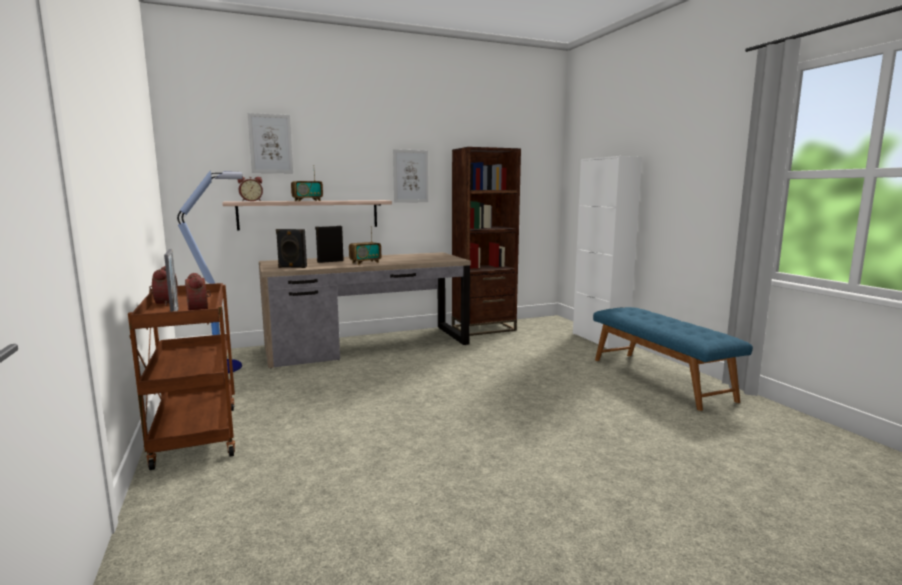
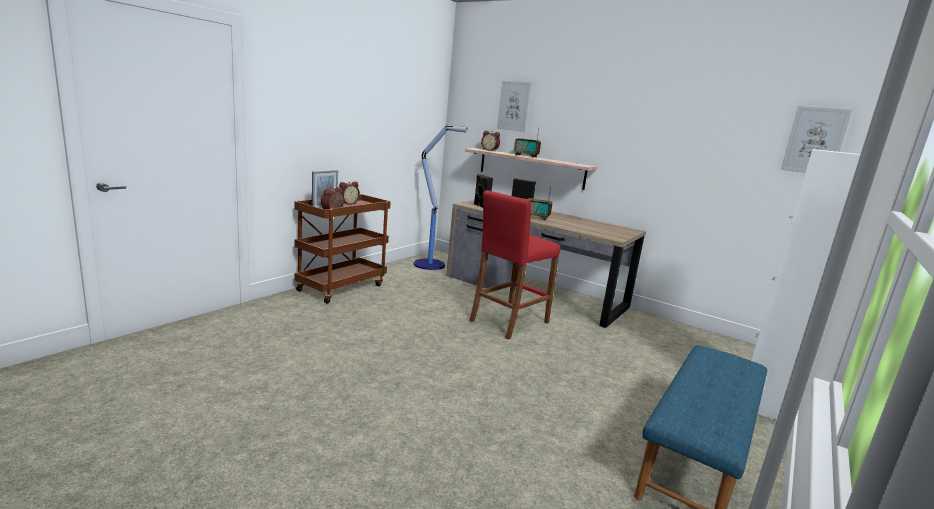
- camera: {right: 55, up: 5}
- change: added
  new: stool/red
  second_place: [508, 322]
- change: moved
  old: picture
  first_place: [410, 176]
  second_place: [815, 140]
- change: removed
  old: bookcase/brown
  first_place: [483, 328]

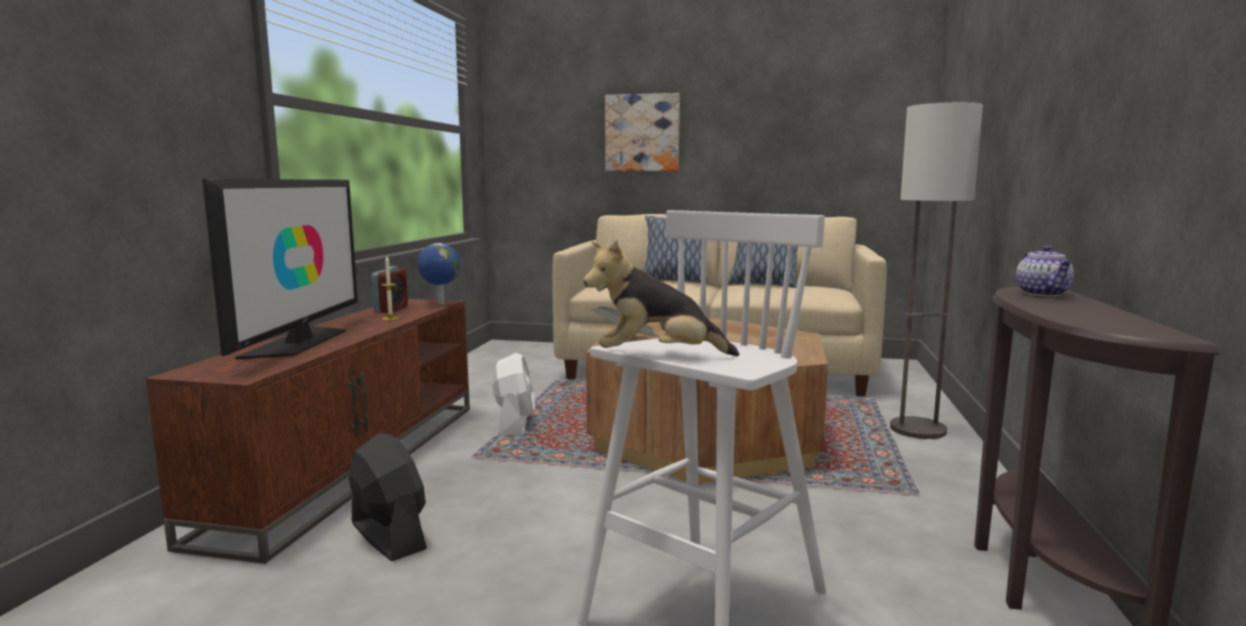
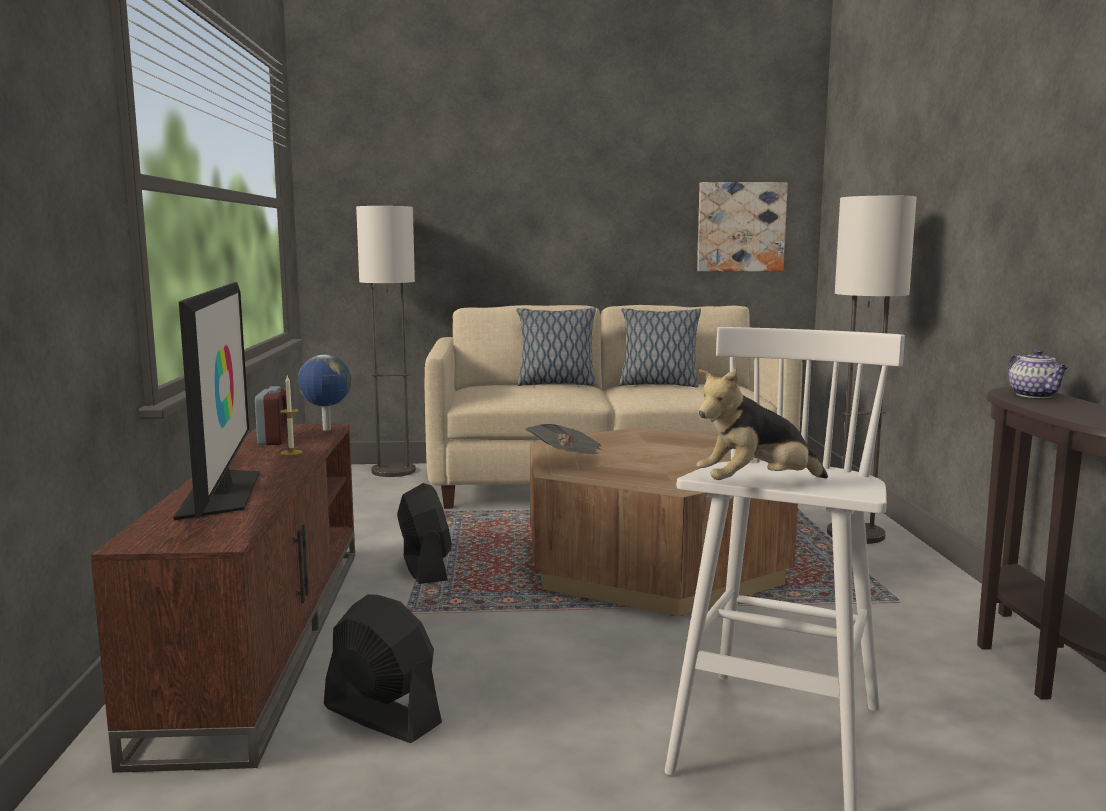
- camera: {right: -15, up: 0}
- change: added
  new: floor lamp
  second_place: [394, 471]
- change: recoloured
  old: fan/white
  new: fan/black
  first_place: [514, 424]
  second_place: [425, 568]
- change: moved
  old: picture
  first_place: [642, 133]
  second_place: [741, 227]

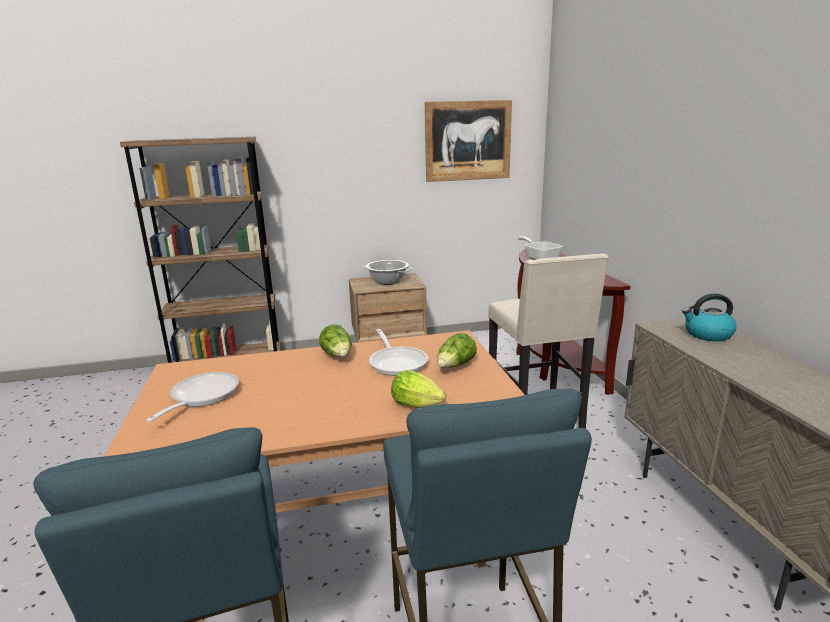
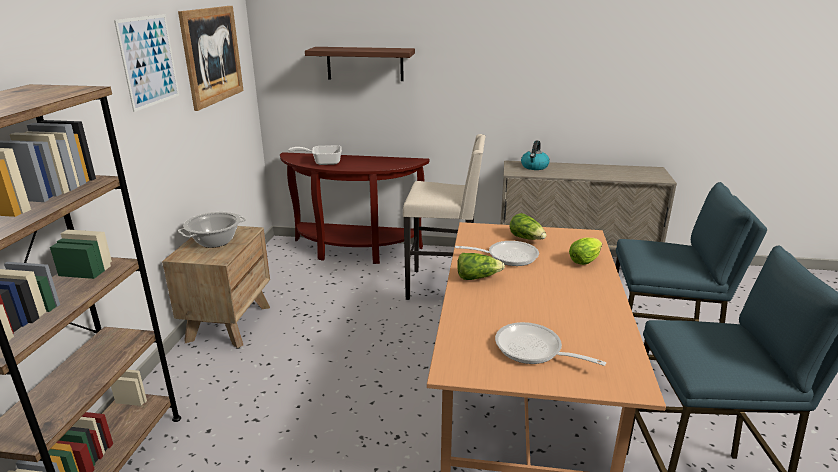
- camera: {right: -70, up: 5}
- change: added
  new: picture
  second_place: [149, 61]
- change: added
  new: shelf
  second_place: [365, 64]

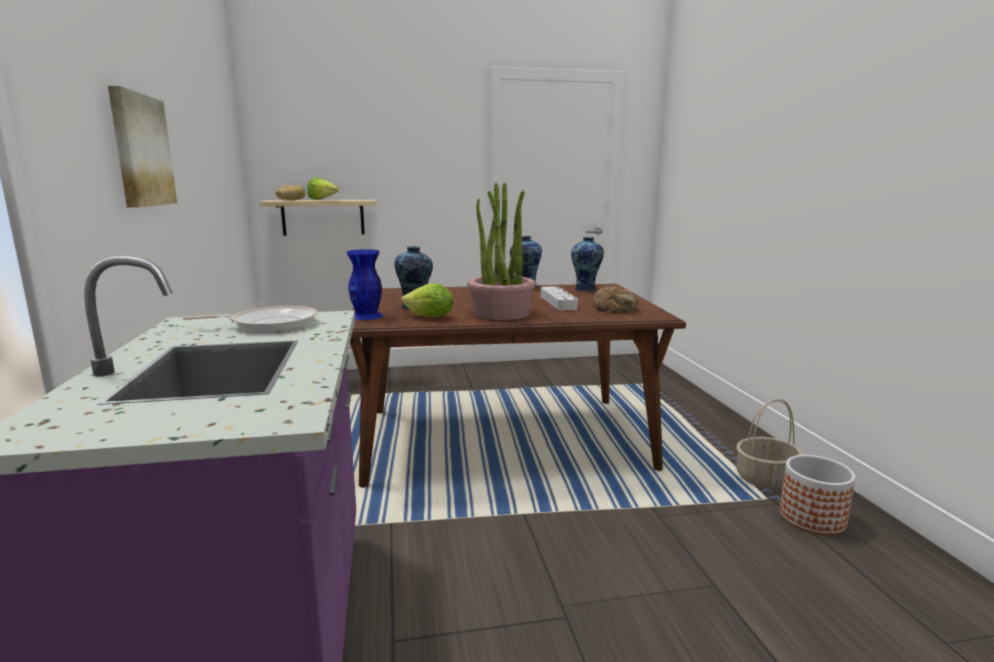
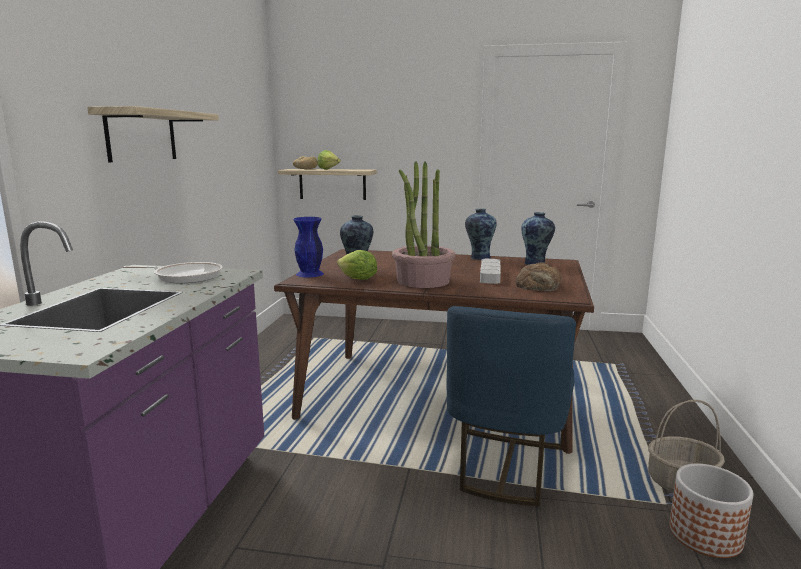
- camera: {right: 20, up: 0}
- change: replaced
  old: picture
  new: shelf
  first_place: [140, 150]
  second_place: [141, 136]
- change: added
  new: chair/blue
  second_place: [506, 467]

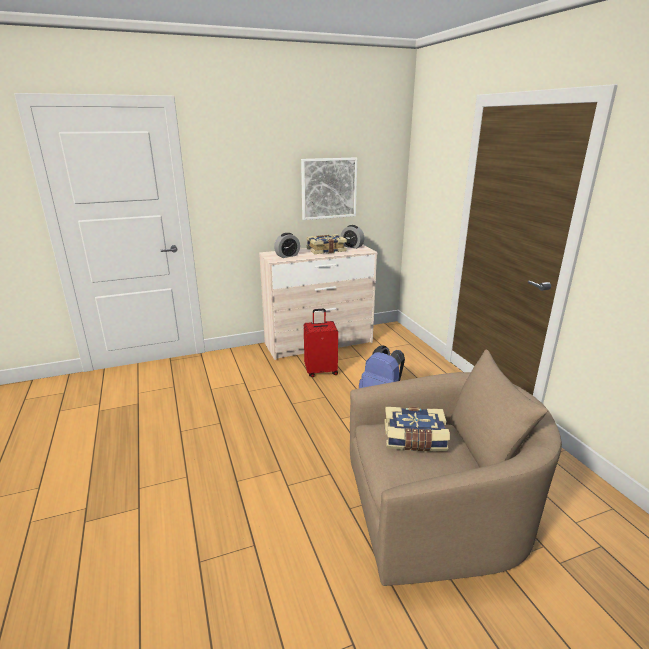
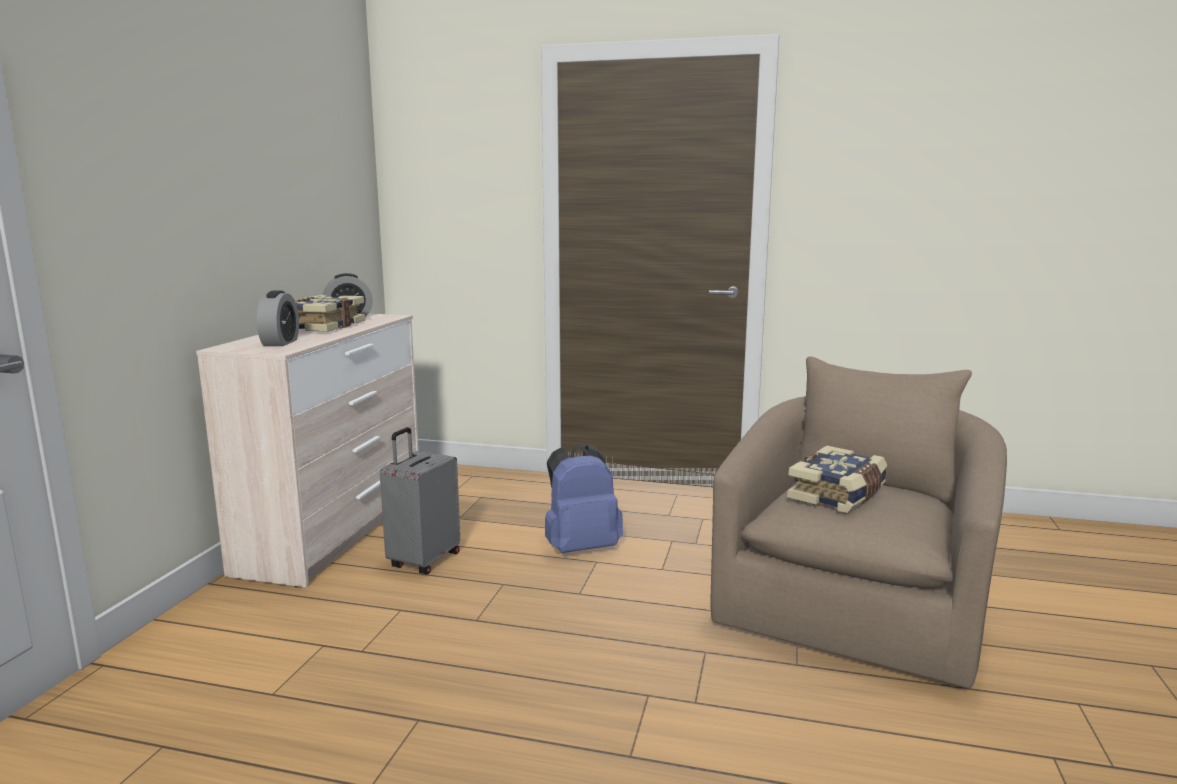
- camera: {right: -55, up: -10}
- change: recoloured
  old: suitcase/red
  new: suitcase/grey
  first_place: [321, 371]
  second_place: [423, 560]
- change: removed
  old: picture
  first_place: [328, 188]

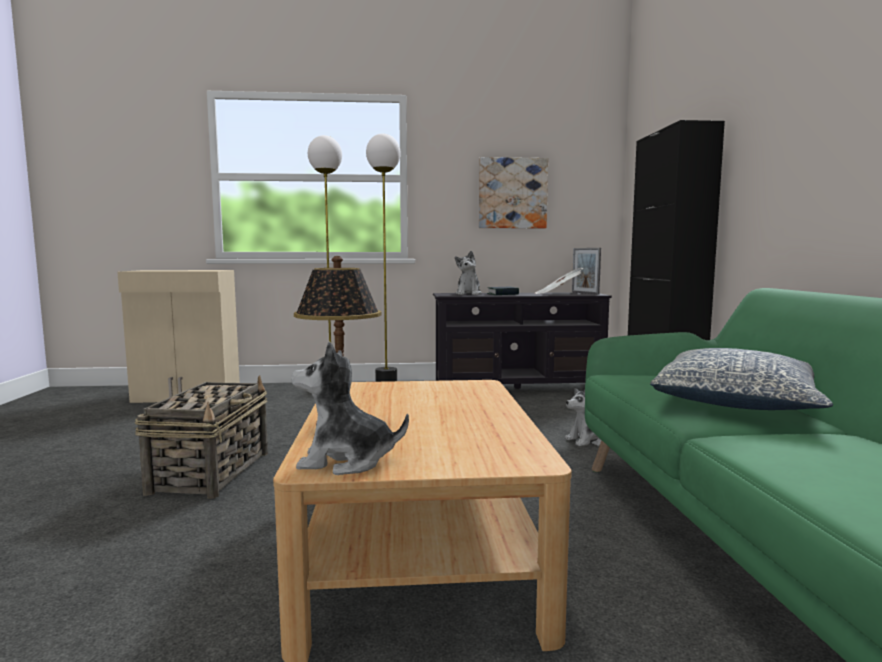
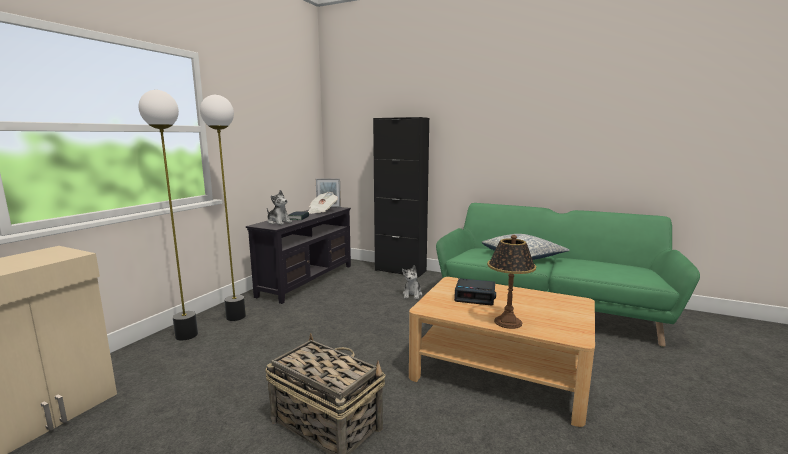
- camera: {right: -60, up: 5}
- change: added
  new: alarm clock
  second_place: [475, 296]
- change: removed
  old: plush toy
  first_place: [346, 461]
- change: removed
  old: picture
  first_place: [512, 193]

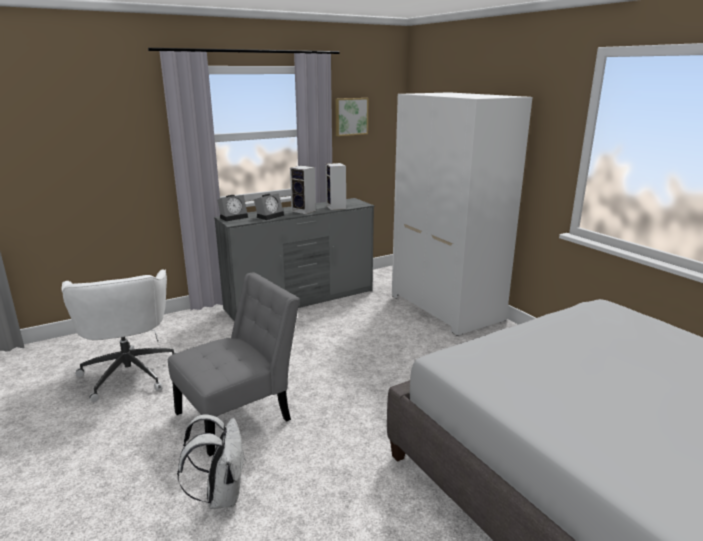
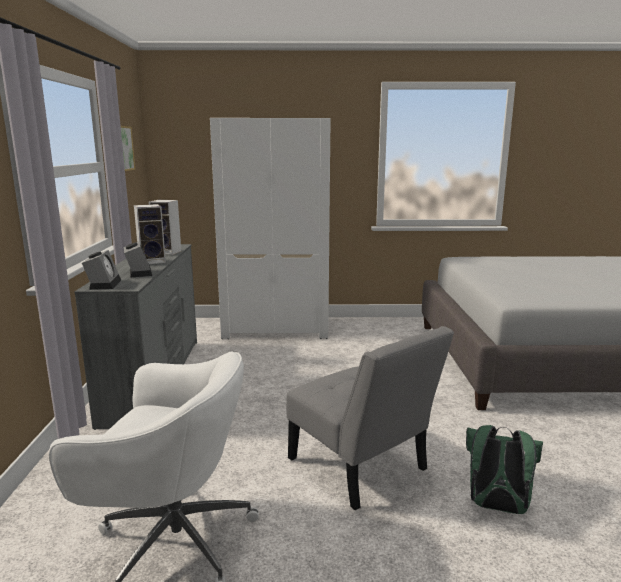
- camera: {right: -60, up: -5}
- change: turned
  old: chair/grey
  first_place: [239, 414]
  second_place: [361, 468]
  degrees: 150
- change: recoloured
  old: backpack/white
  new: backpack/green
  first_place: [221, 495]
  second_place: [496, 507]

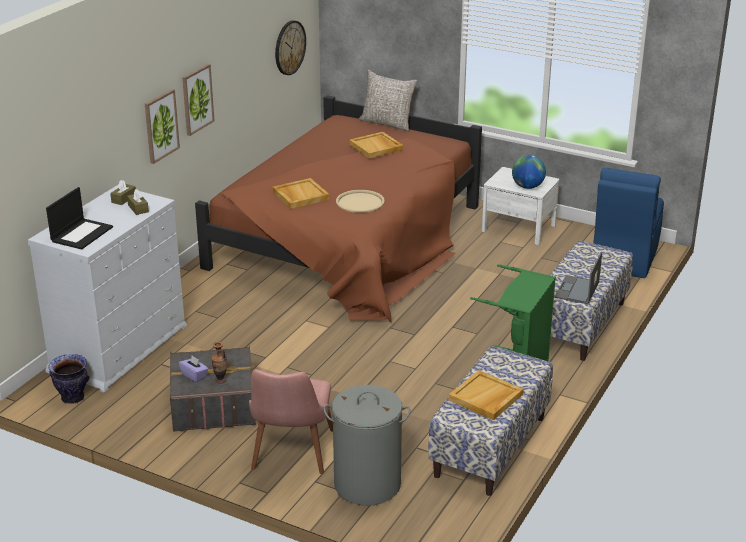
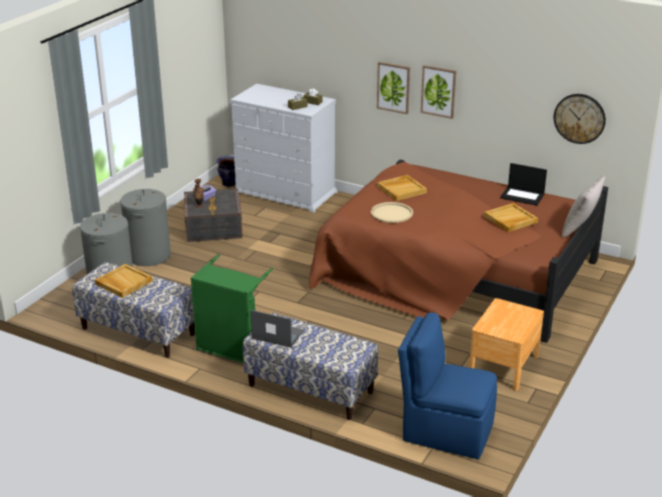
- camera: {right: 90, up: 0}
- change: replaced
  old: chair/pink
  new: laundry basket/grey
  first_place: [291, 457]
  second_place: [148, 255]
- change: recoloured
  old: nightstand/white
  new: nightstand/brown
  first_place: [518, 228]
  second_place: [503, 366]
- change: moved
  old: laptop
  first_place: [82, 234]
  second_place: [523, 196]
- change: removed
  old: globe
  first_place: [527, 187]

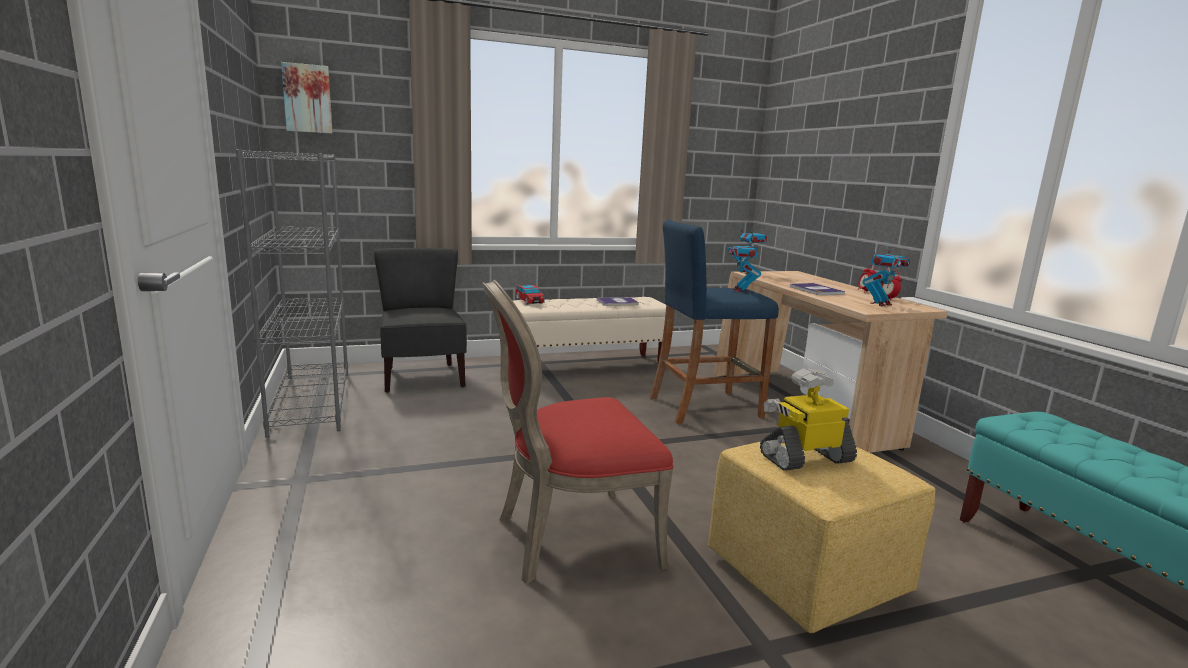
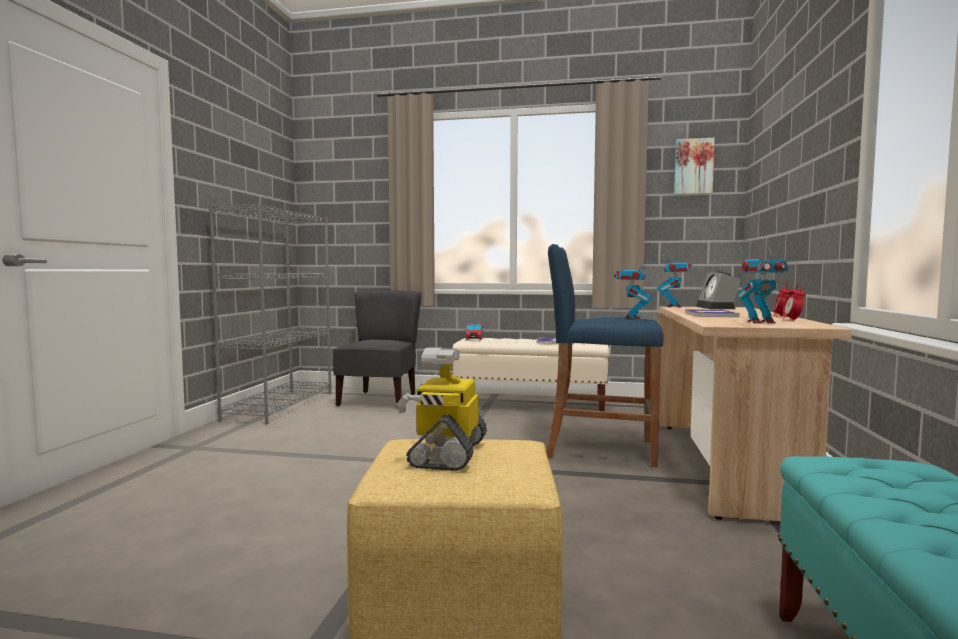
- camera: {right: 30, up: -10}
- change: turned
  old: toy robot
  first_place: [805, 458]
  second_place: [447, 453]
  degrees: -90
- change: moved
  old: picture
  first_place: [307, 98]
  second_place: [693, 167]
- change: added
  new: alarm clock
  second_place: [718, 308]
- change: removed
  old: chair/red
  first_place: [569, 538]

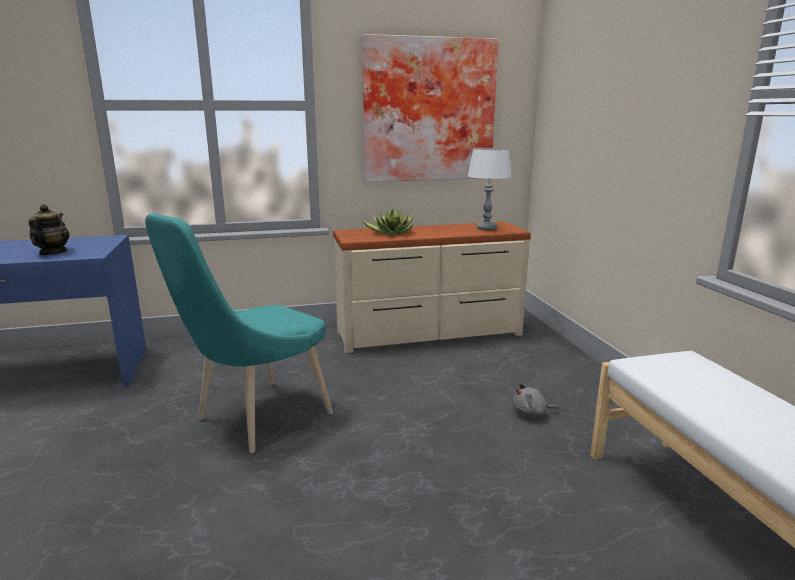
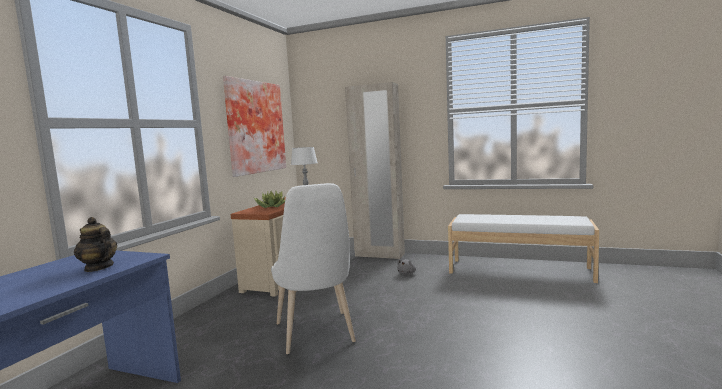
- camera: {right: -55, up: -10}
- change: recoloured
  old: chair/turquoise
  new: chair/white
  first_place: [256, 419]
  second_place: [316, 335]
- change: added
  new: wardrobe/beige
  second_place: [379, 255]

